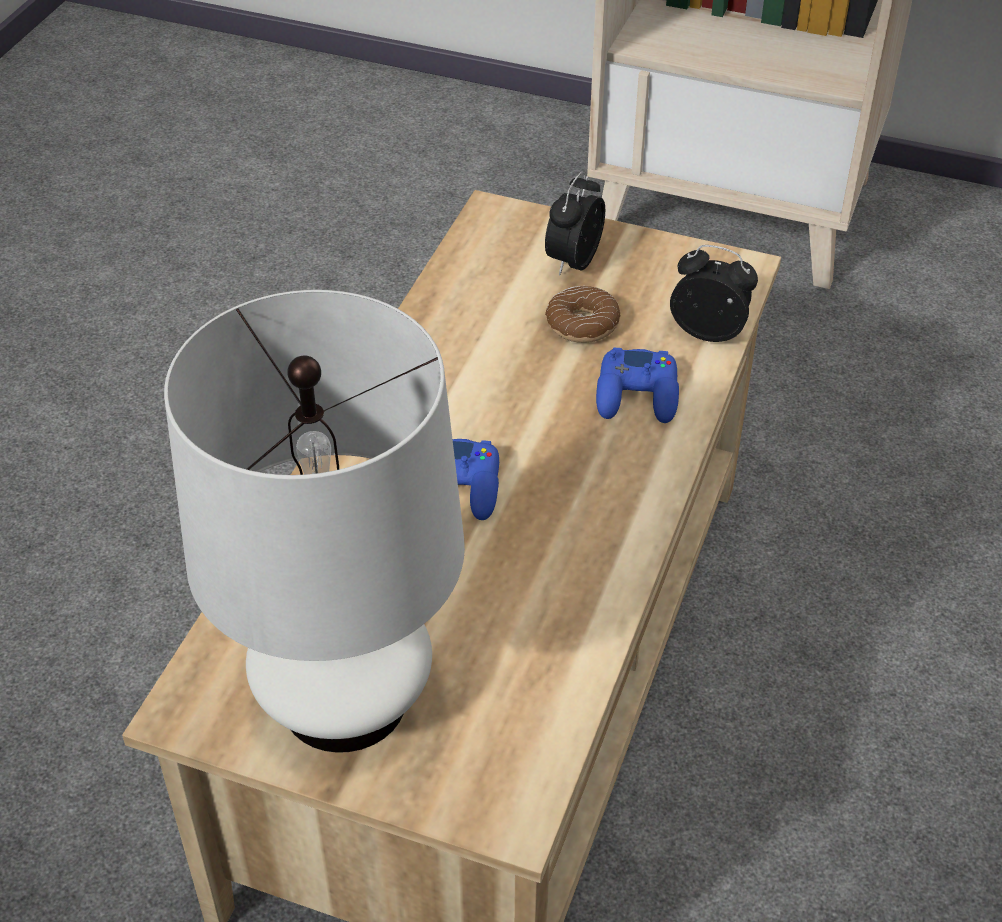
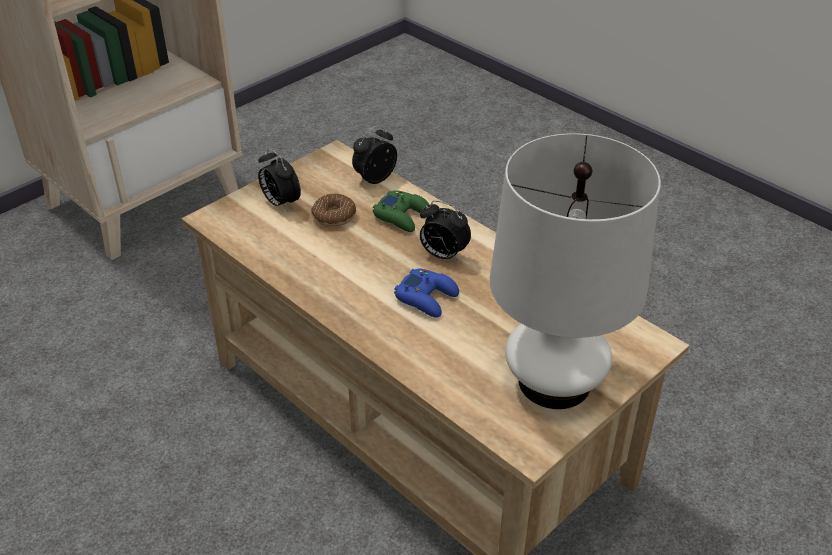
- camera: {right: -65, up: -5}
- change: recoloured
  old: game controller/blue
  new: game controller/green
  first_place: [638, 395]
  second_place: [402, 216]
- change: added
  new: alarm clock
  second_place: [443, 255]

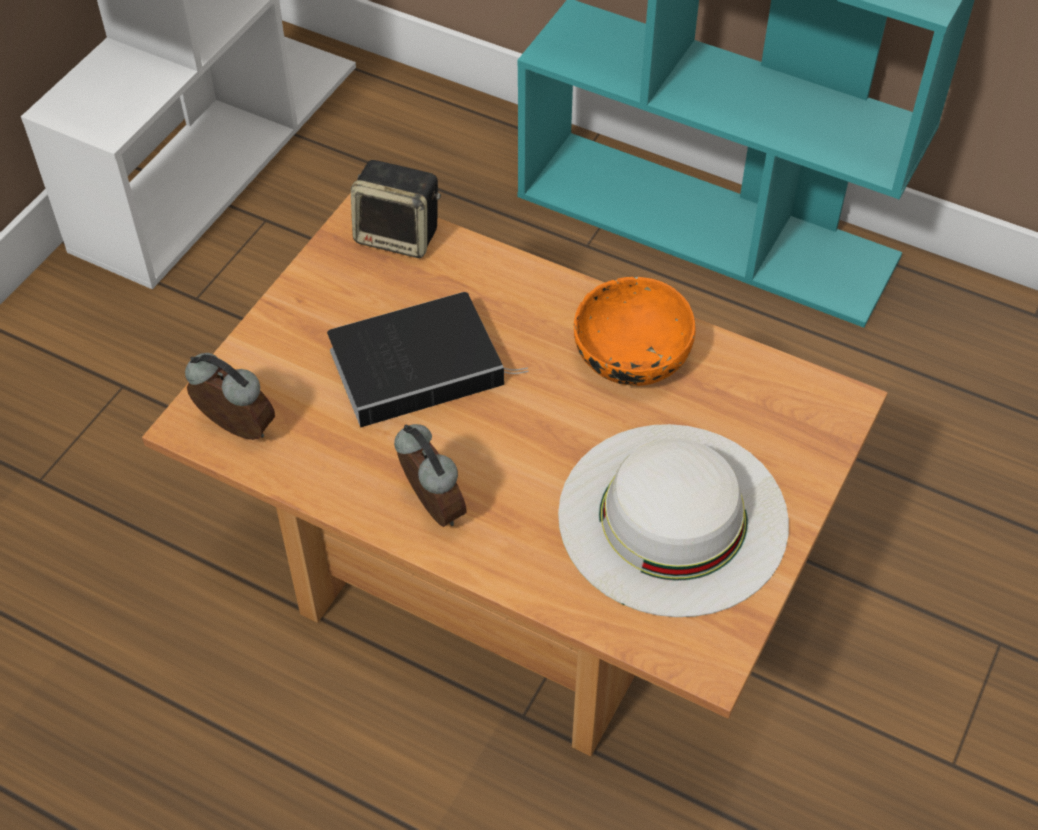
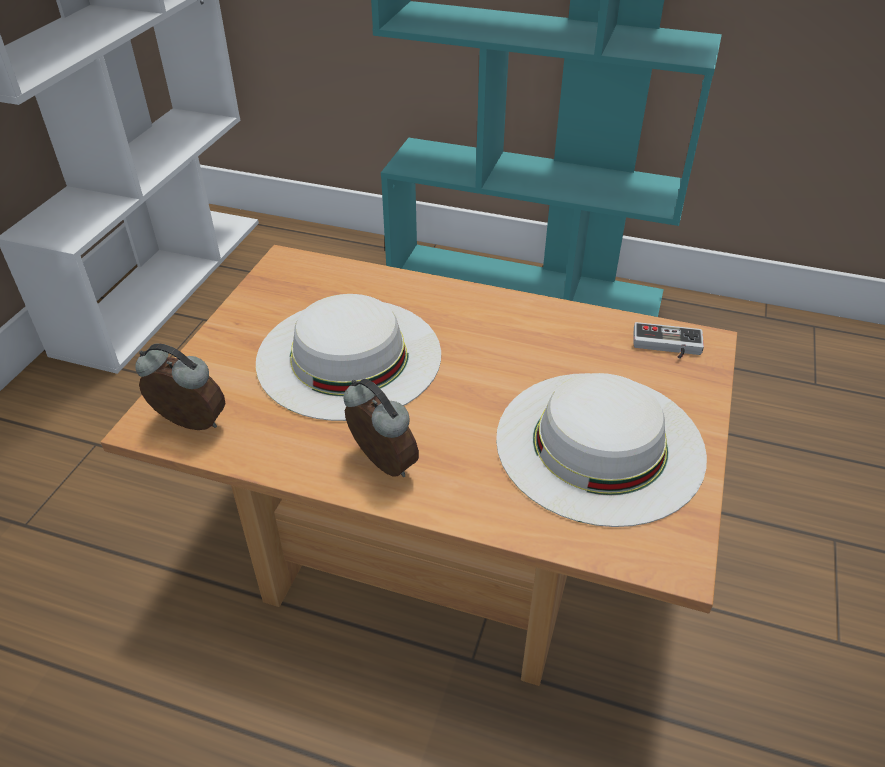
- camera: {right: -10, up: -10}
- change: replaced
  old: book
  new: hat/white
  first_place: [420, 364]
  second_place: [349, 356]
- change: added
  new: game controller
  second_place: [667, 346]
- change: removed
  old: speaker
  first_place: [399, 235]
- change: removed
  old: bowl/orange
  first_place: [630, 357]

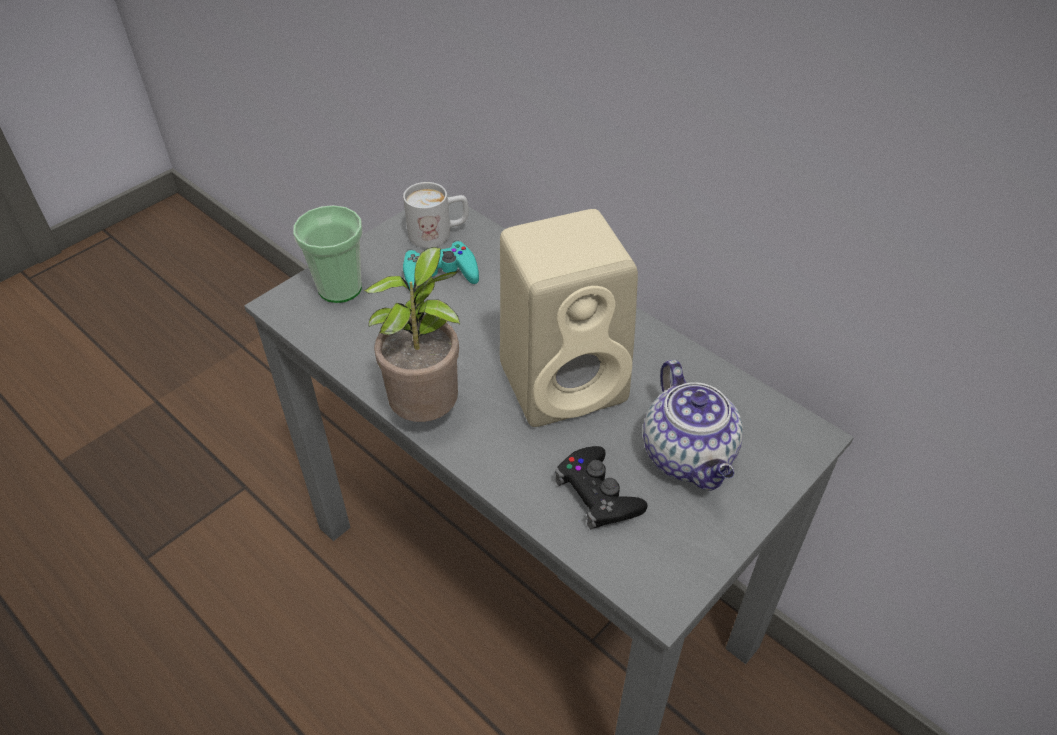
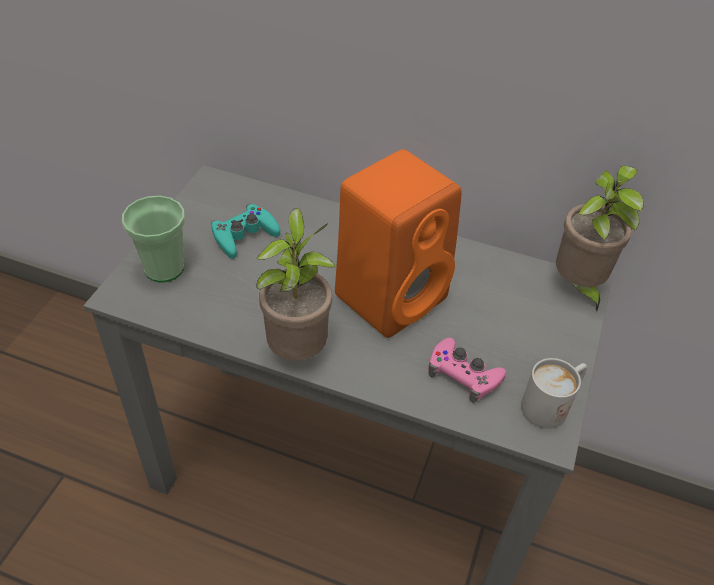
- camera: {right: -25, up: 0}
- change: recoloured
  old: speaker/beige
  new: speaker/orange
  first_place: [566, 380]
  second_place: [392, 294]
- change: recoloured
  old: game controller/black
  new: game controller/pink
  first_place: [598, 494]
  second_place: [463, 374]
- change: moved
  old: mug/white
  first_place: [439, 234]
  second_place: [551, 404]
- change: added
  new: potted plant
  second_place: [578, 287]
- change: removed
  old: teapot
  first_place: [689, 457]

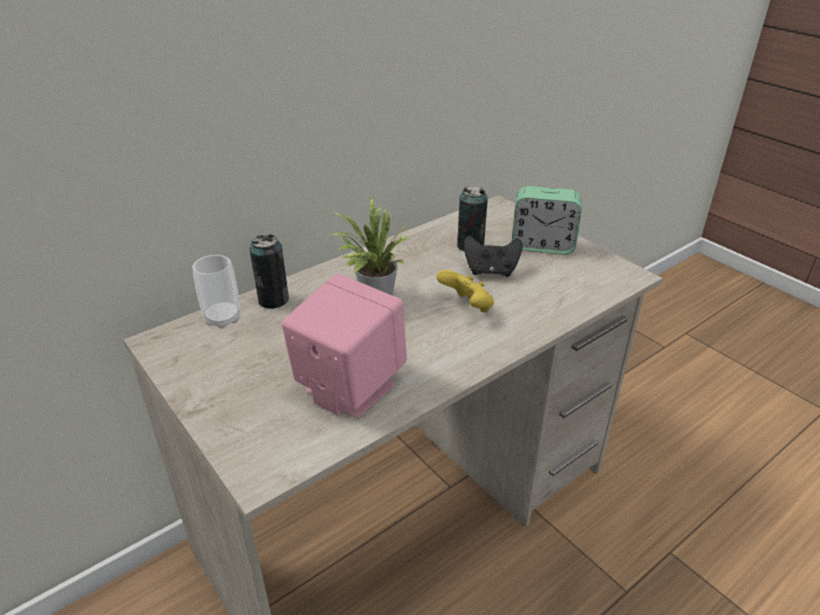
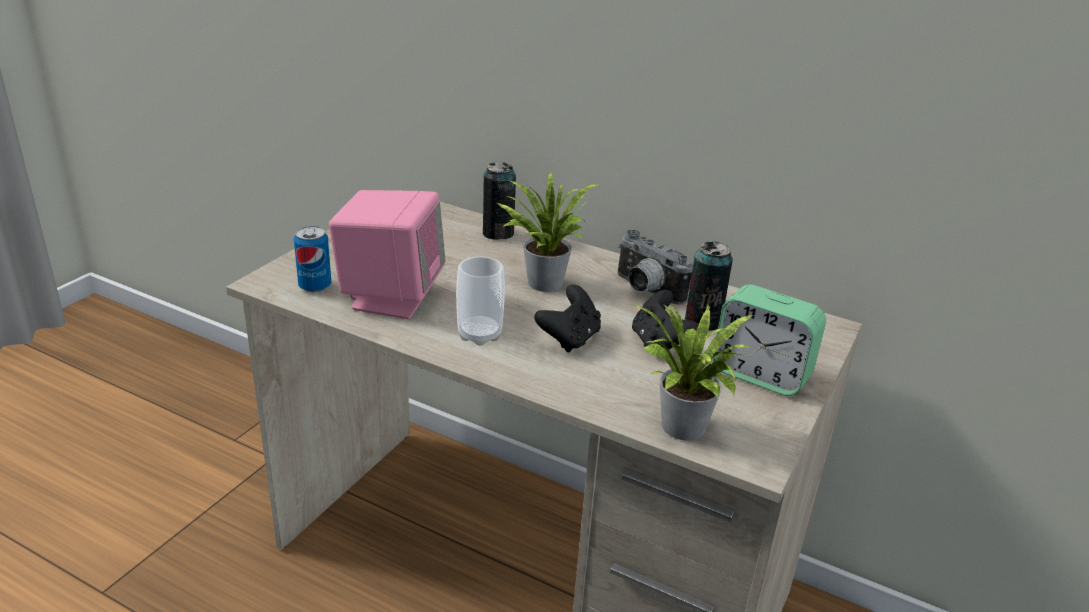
- camera: {right: 65, up: -5}
- change: added
  new: can
  second_place: [315, 286]
- change: moved
  old: cup
  first_place: [223, 319]
  second_place: [479, 335]
- change: recoloured
  old: game controller/yellow
  new: game controller/black
  first_place: [467, 307]
  second_place: [569, 339]
- change: added
  new: photo camera
  second_place: [644, 291]
- change: added
  new: potted plant
  second_place: [682, 430]
- change: turned
  old: alarm clock
  first_place: [542, 245]
  second_place: [760, 375]
  degrees: -45

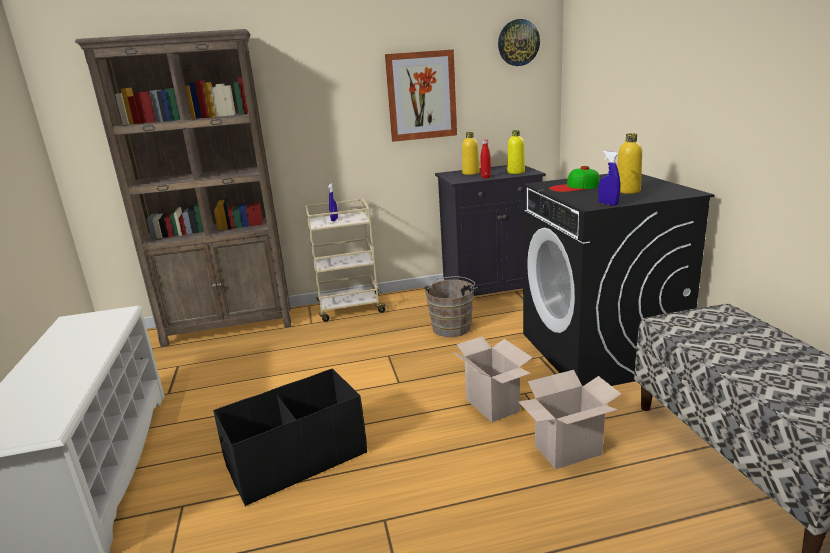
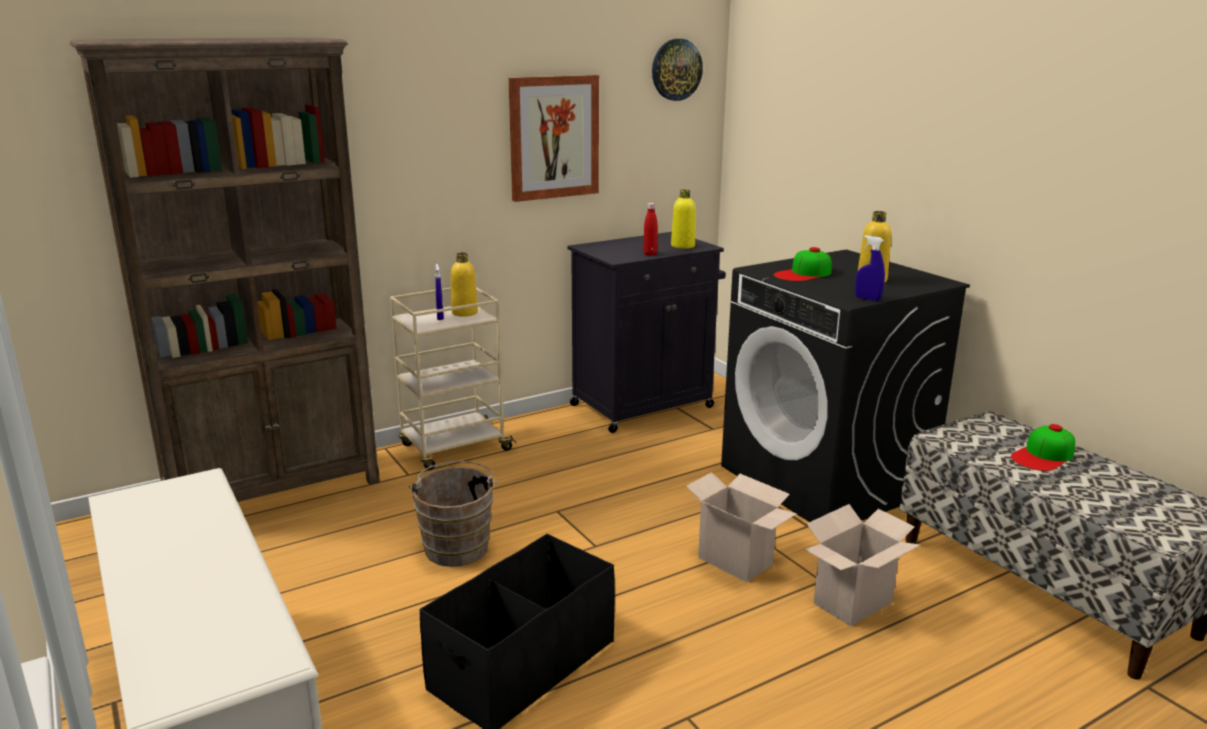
- camera: {right: -20, up: 0}
- change: moved
  old: bucket/brown
  first_place: [452, 327]
  second_place: [457, 546]
- change: moved
  old: bottle/yellow
  first_place: [470, 173]
  second_place: [464, 313]
- change: added
  new: cap
  second_place: [1043, 456]

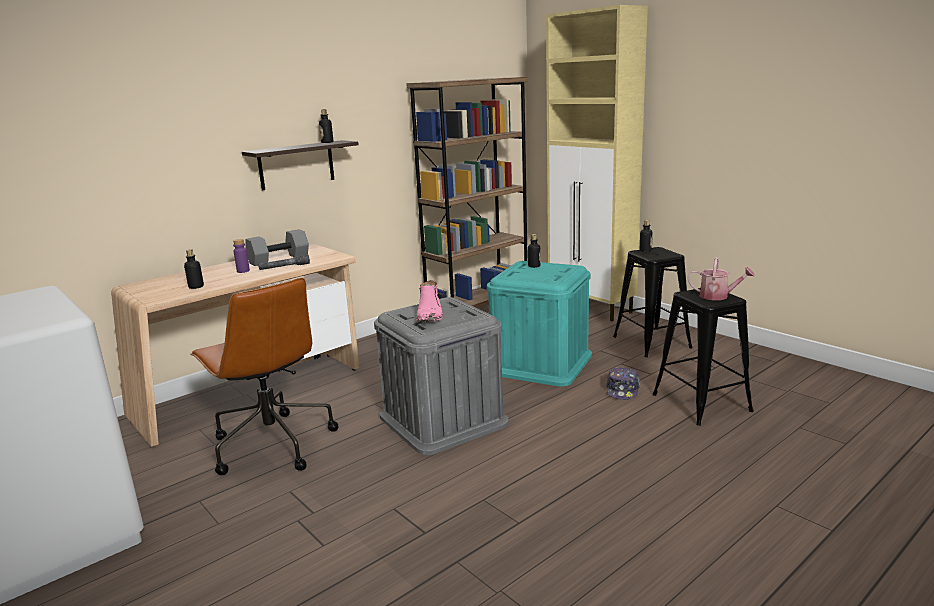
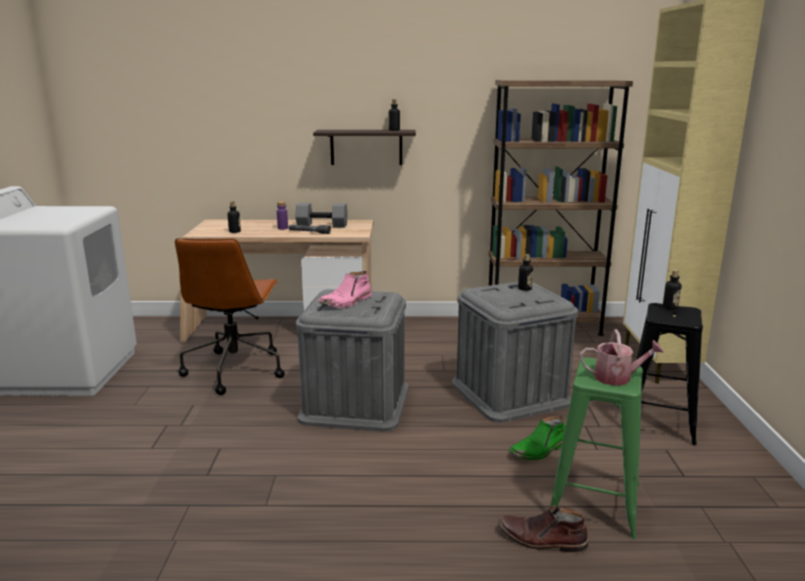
- camera: {right: 40, up: 0}
- change: recoloured
  old: storage box/turquoise
  new: storage box/grey
  first_place: [540, 363]
  second_place: [510, 393]
- change: added
  new: boot/brown
  second_place: [541, 540]
- change: replaced
  old: cap
  new: boot/green
  first_place: [622, 390]
  second_place: [538, 450]
- change: recoloured
  old: stool/black
  new: stool/green
  first_place: [701, 403]
  second_place: [594, 500]
- change: turned
  old: watering can
  first_place: [718, 296]
  second_place: [617, 378]
  degrees: -60

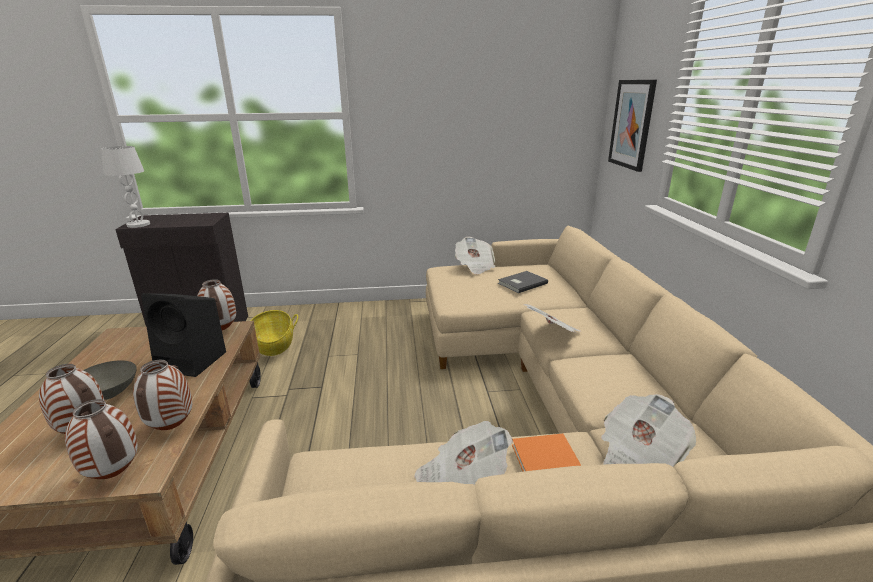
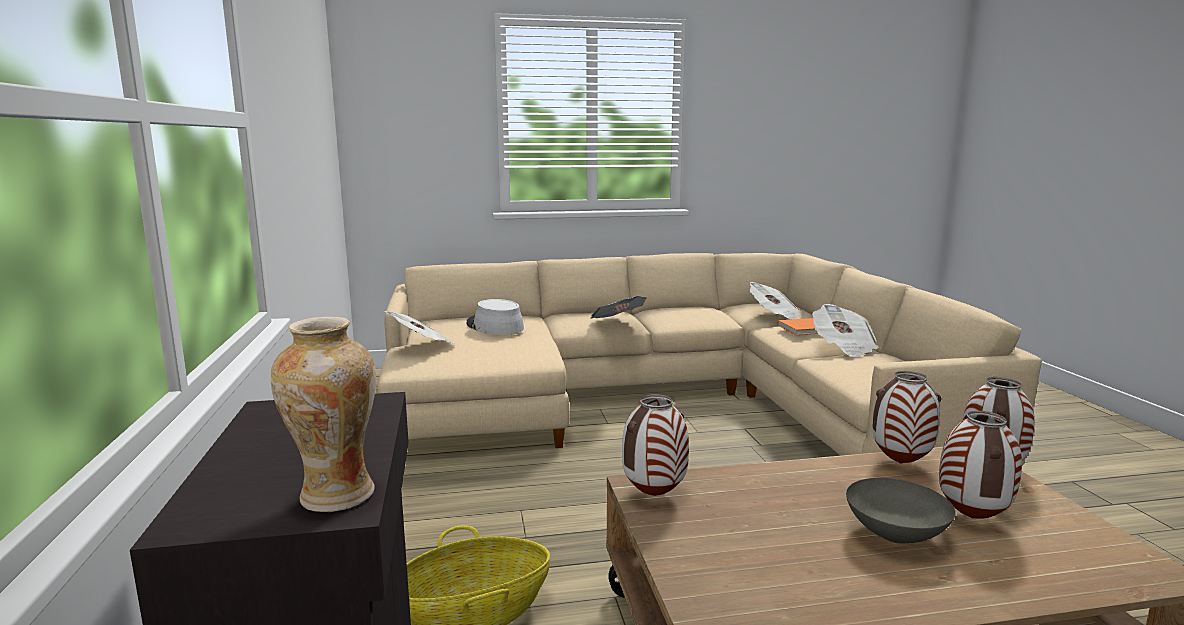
- camera: {right: -95, up: -10}
- change: replaced
  old: table lamp/white
  new: vase
  first_place: [138, 225]
  second_place: [336, 495]
- change: replaced
  old: book/grey
  new: hat/grey
  first_place: [521, 283]
  second_place: [494, 326]
- change: removed
  old: speaker/black
  first_place: [193, 361]
- change: removed
  old: picture
  first_place: [632, 124]

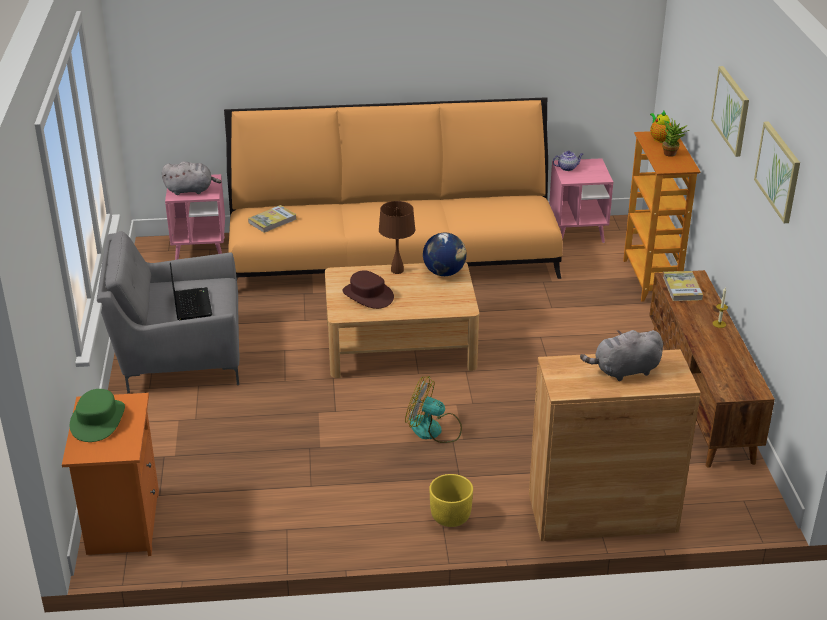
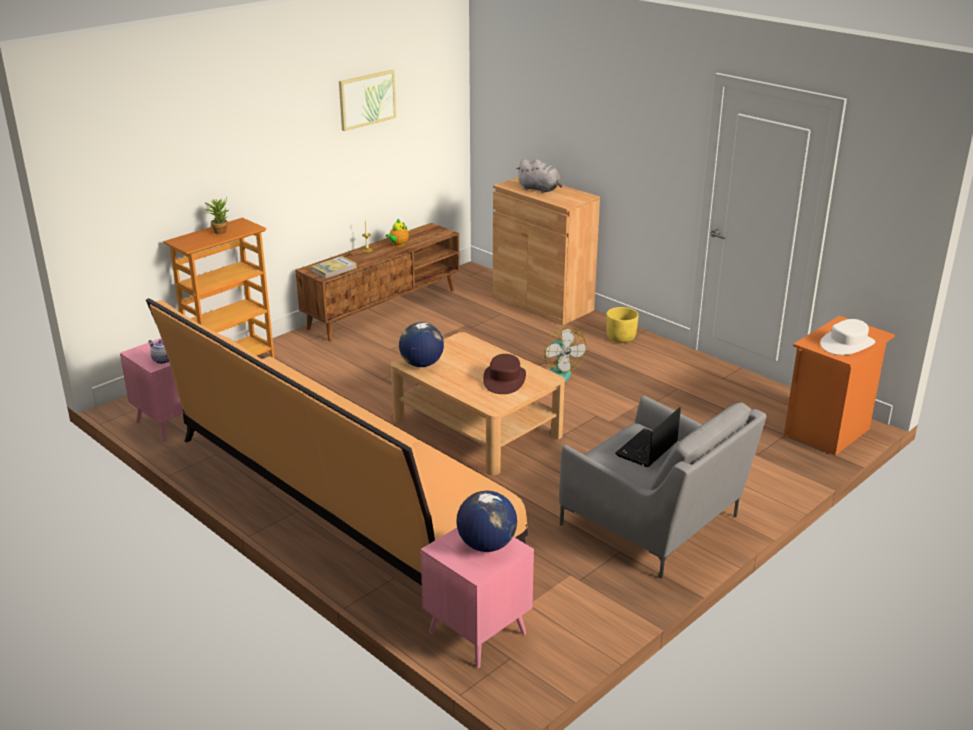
- camera: {right: -130, up: -5}
- change: moved
  old: teapot
  first_place: [659, 139]
  second_place: [398, 244]
- change: replaced
  old: plush toy/grey
  new: globe
  first_place: [191, 190]
  second_place: [486, 545]
- change: recoloured
  old: hat/green
  new: hat/white
  first_place: [98, 420]
  second_place: [847, 344]
- change: removed
  old: book
  first_place: [272, 221]
- change: removed
  old: table lamp/brown
  first_place: [397, 270]
- change: removed
  old: picture
  first_place: [731, 110]

